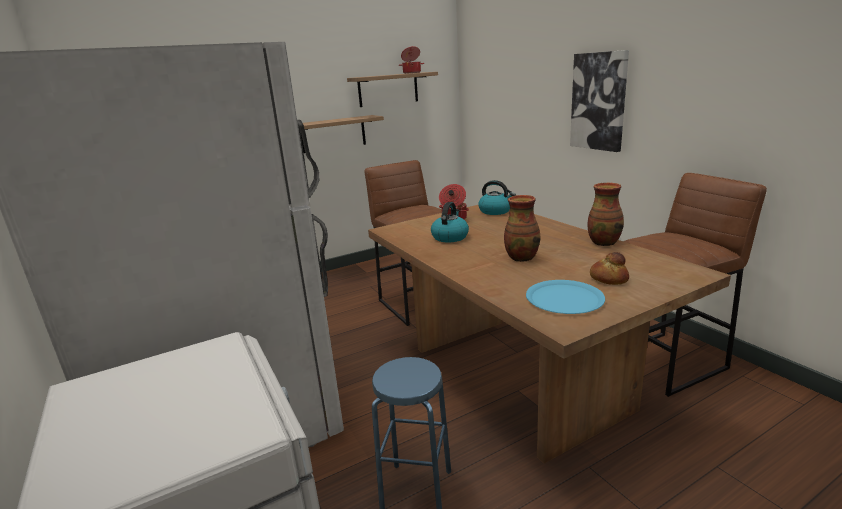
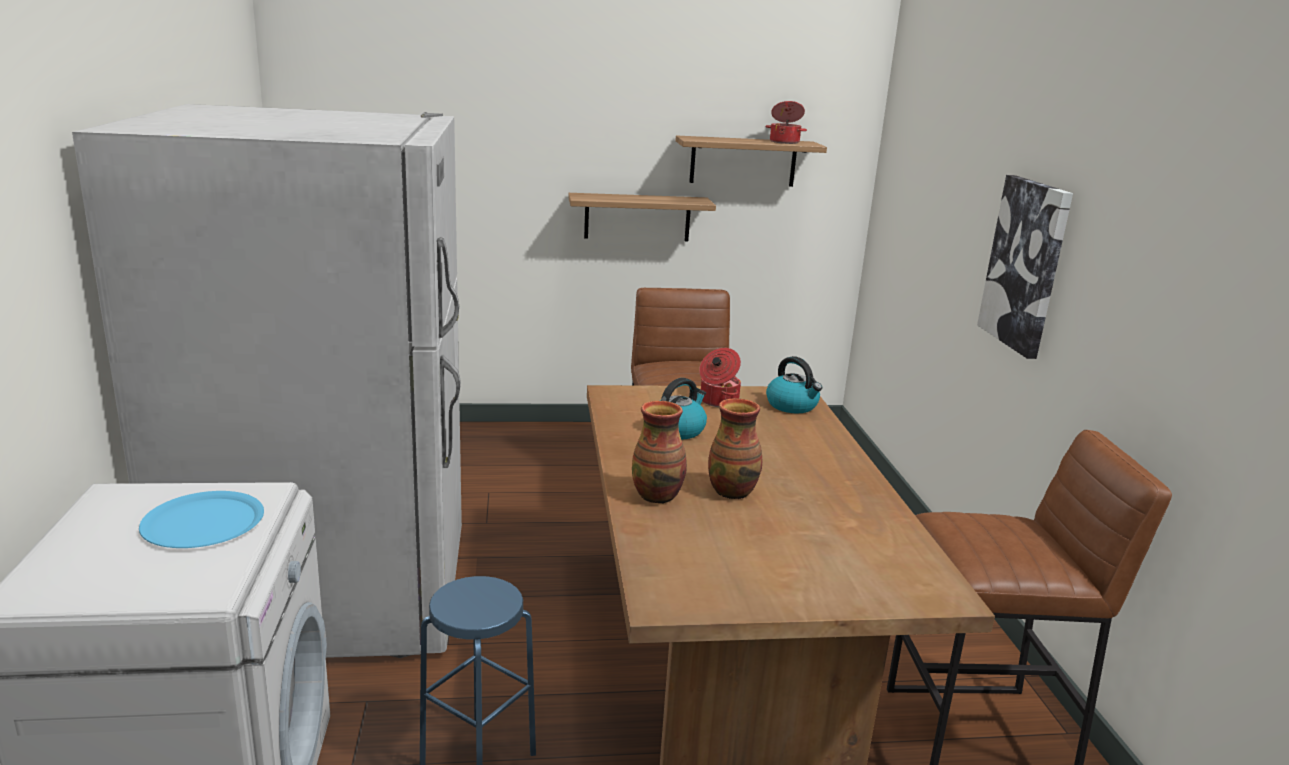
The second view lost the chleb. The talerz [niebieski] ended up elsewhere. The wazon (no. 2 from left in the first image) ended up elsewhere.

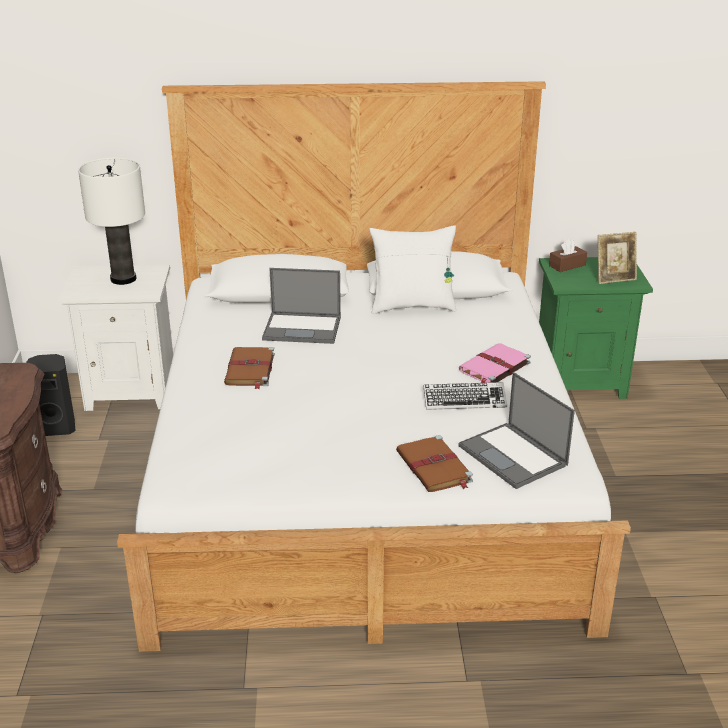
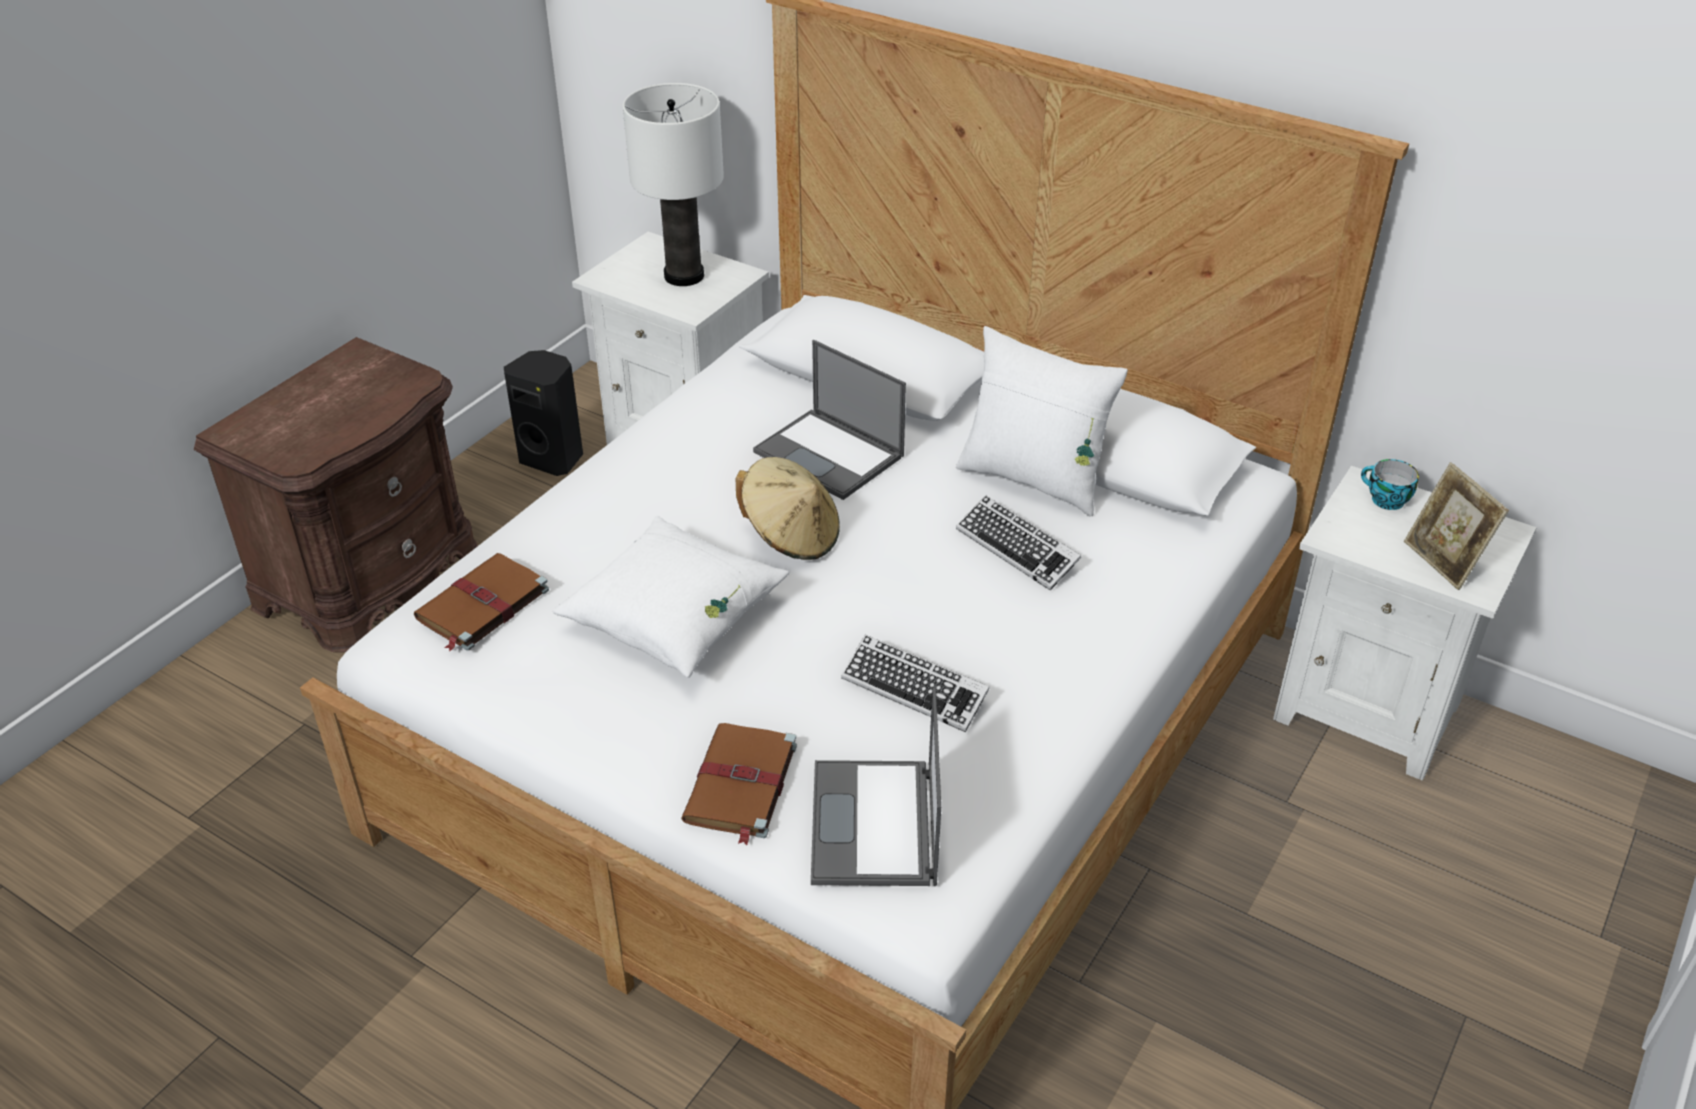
The second view lost the książka [różowy]. The second view gained the poduszka [biały] (no. 1 from left). The second view gained the kapelusz [beżowy]. The second view gained the klawiatura (no. 2 from left). The książka [brązowy] (no. 1 from left) ended up elsewhere. Where the pudełko chusteczek [brązowy] stood, the filiżanka came to stand. What was the szafka nocna [zielony] turned into the szafka nocna [biały] (no. 2 from left). The ramka na zdjęcie ended up facing another way, 45 degrees clockwise from before.

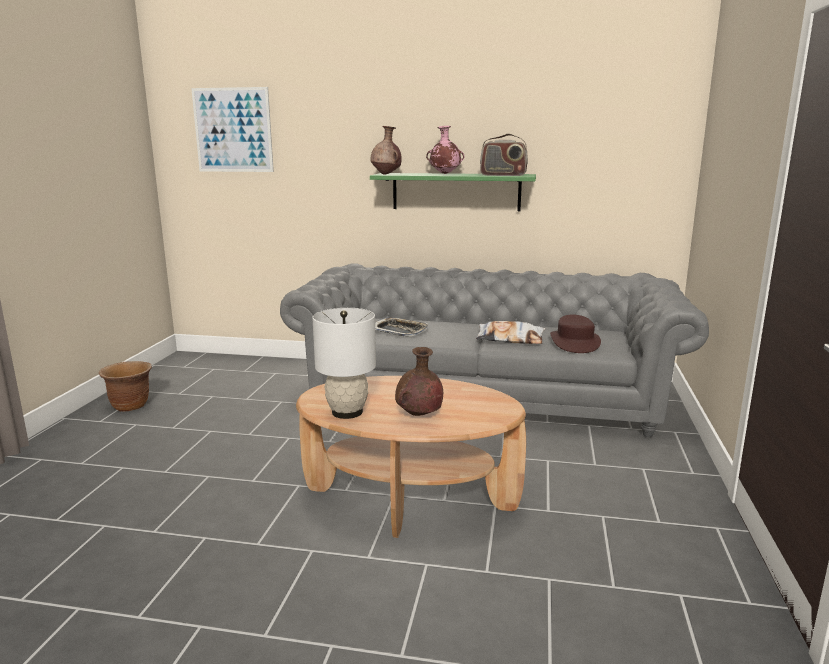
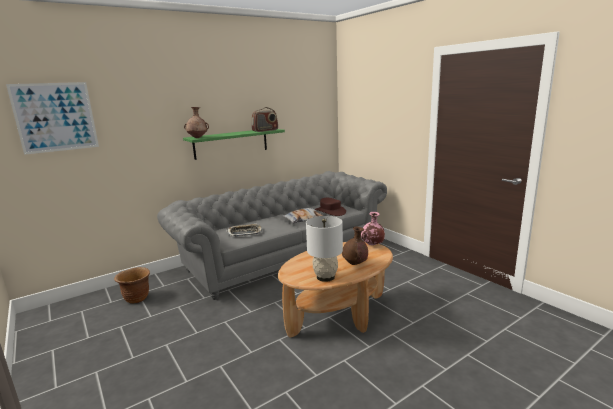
The donica [brązowy] ended up elsewhere. The wazon [różowy] ended up elsewhere.

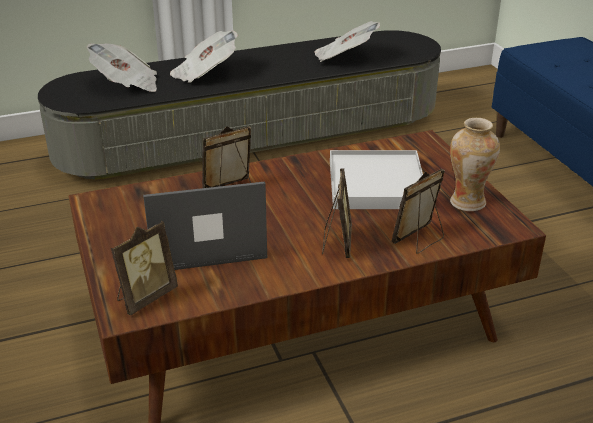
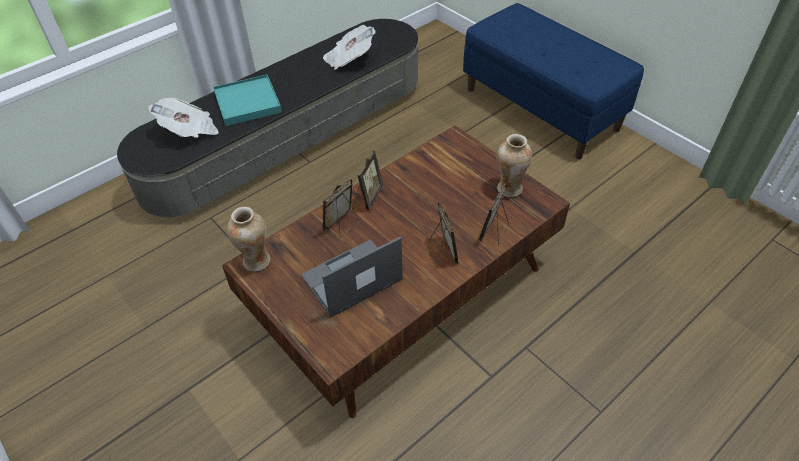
The second view lost the taca [biały]. The second view gained the wazon (no. 1 from left). The ramka na zdjęcie (no. 1 from left in the first image) ended up elsewhere. Where the gazeta (no. 2 from left) stood, the taca [turkusowy] came to stand.

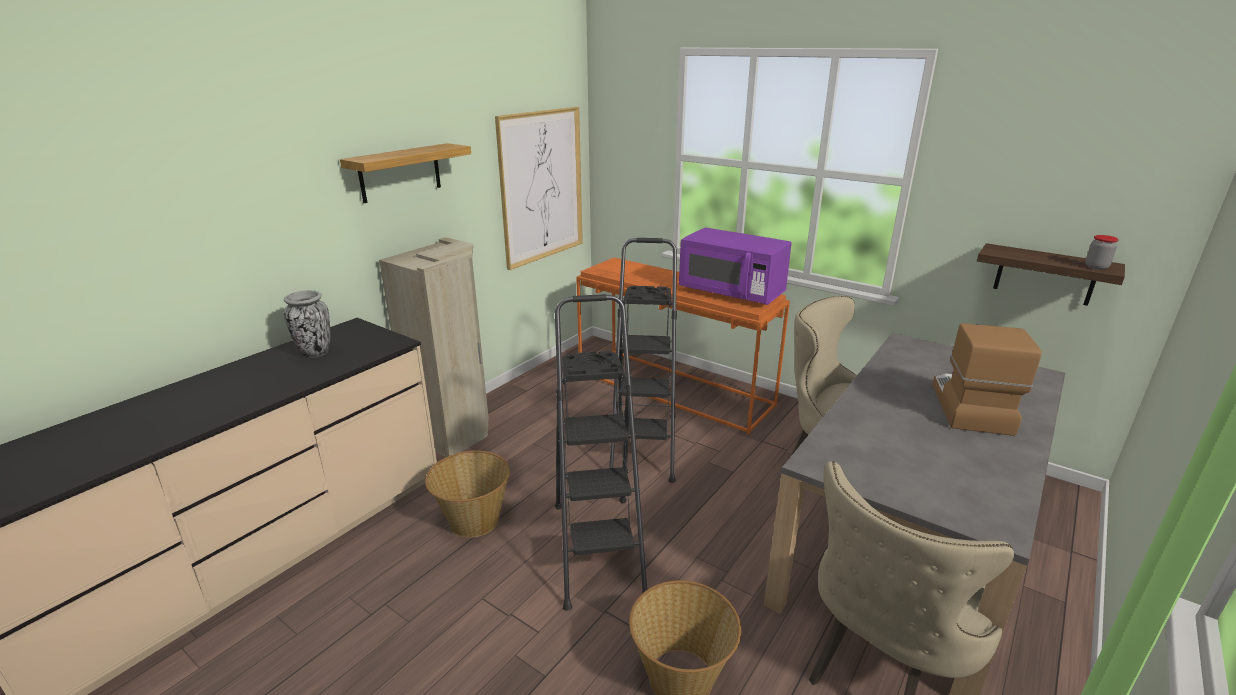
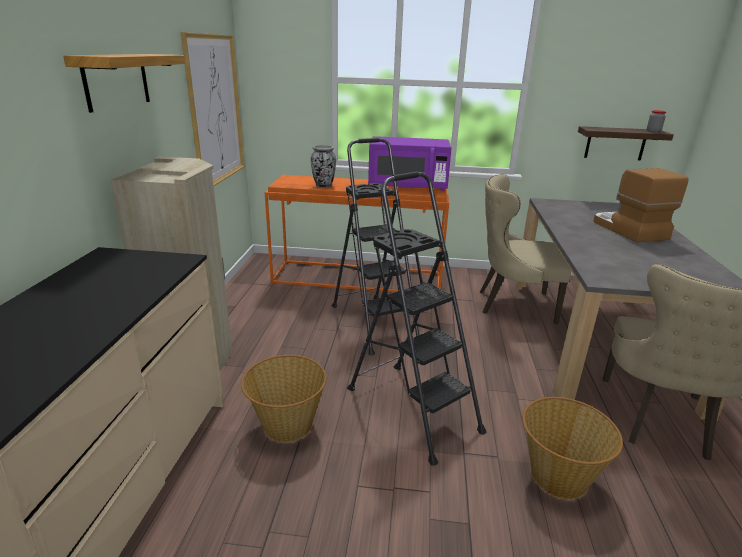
The wazon ended up elsewhere.

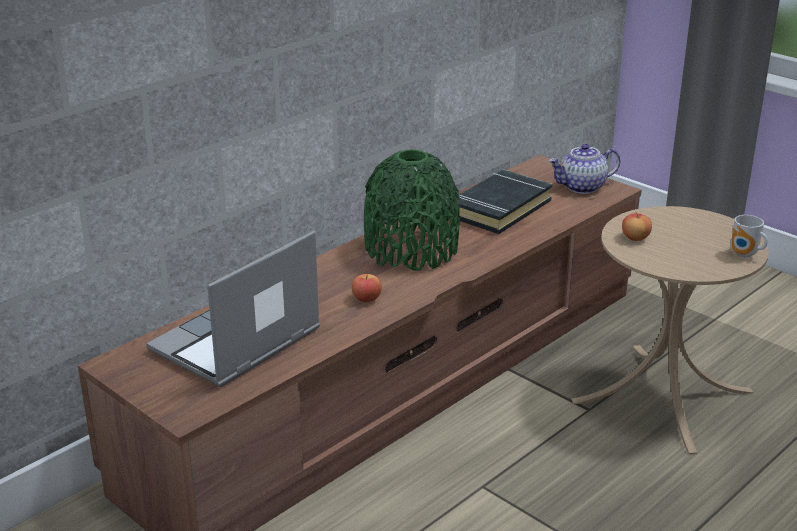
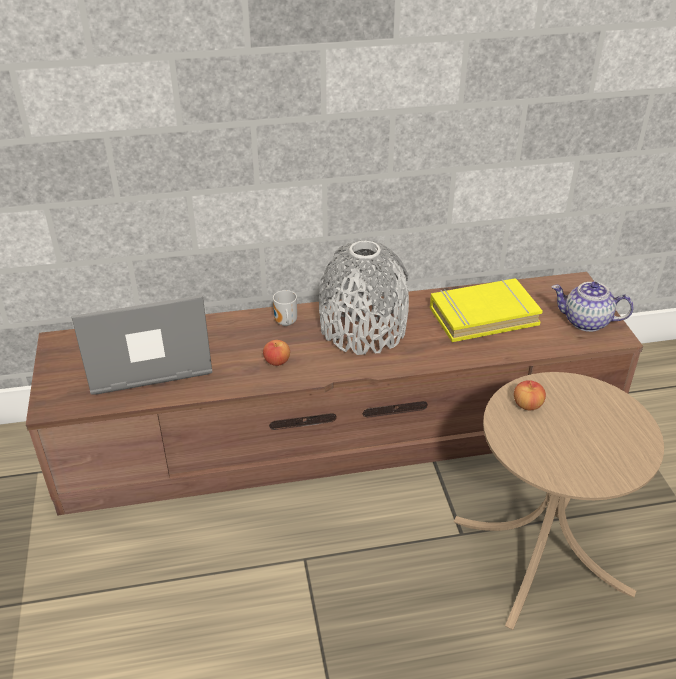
The kubek ended up elsewhere. What was the wazon [zielony] turned into the wazon [szary]. What was the książka [czarny] turned into the książka [żółty].

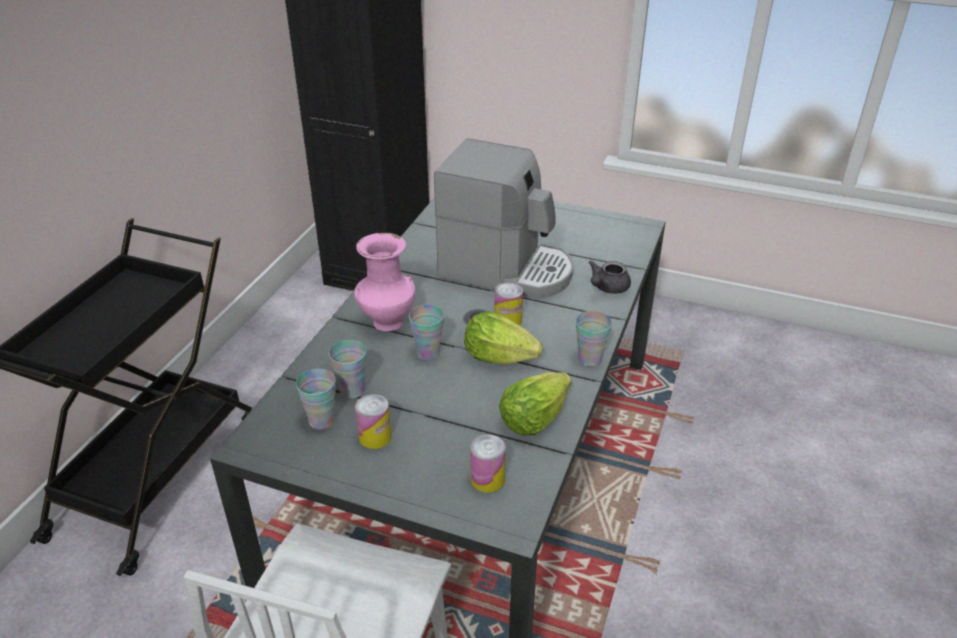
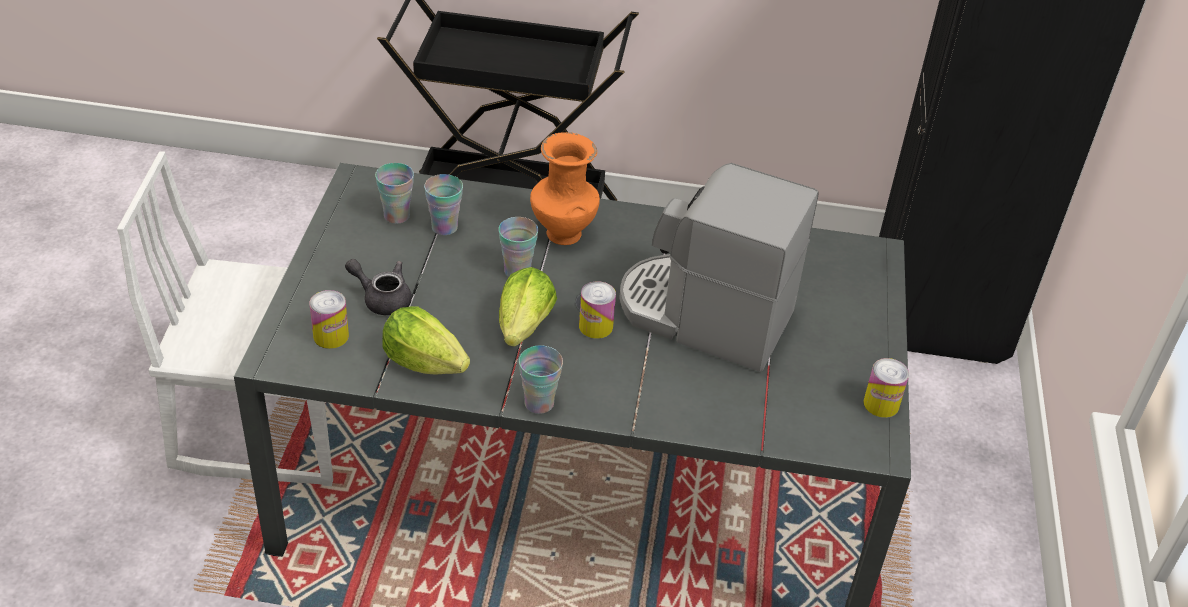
The puszka (no. 1 from left in the first image) ended up elsewhere. The imbryk [szary] ended up elsewhere. What was the wazon [różowy] turned into the wazon [pomarańczowy]. The ekspres do kawy ended up facing another way, 105 degrees clockwise from before.

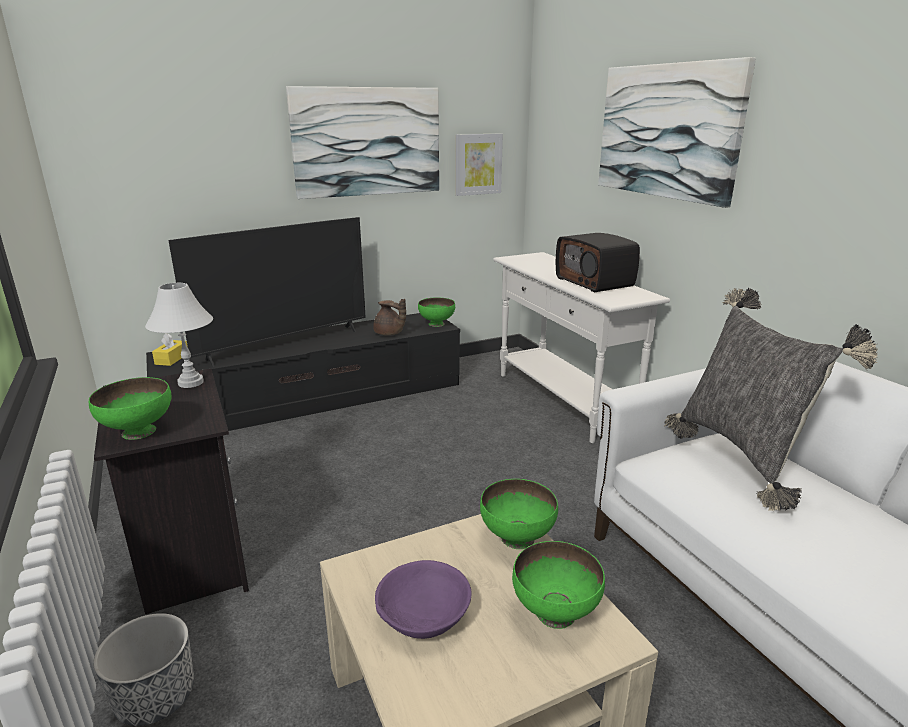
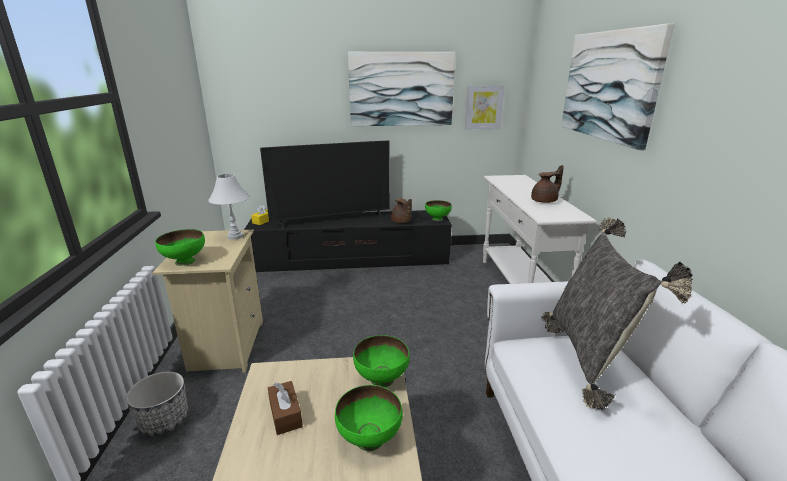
Where the miska [fioletowy] stood, the pudełko chusteczek [brązowy] came to stand. Where the radio stood, the imbryk [brązowy] (no. 2 from left) came to stand. What was the szafka nocna [czarny] turned into the szafka nocna [beżowy].

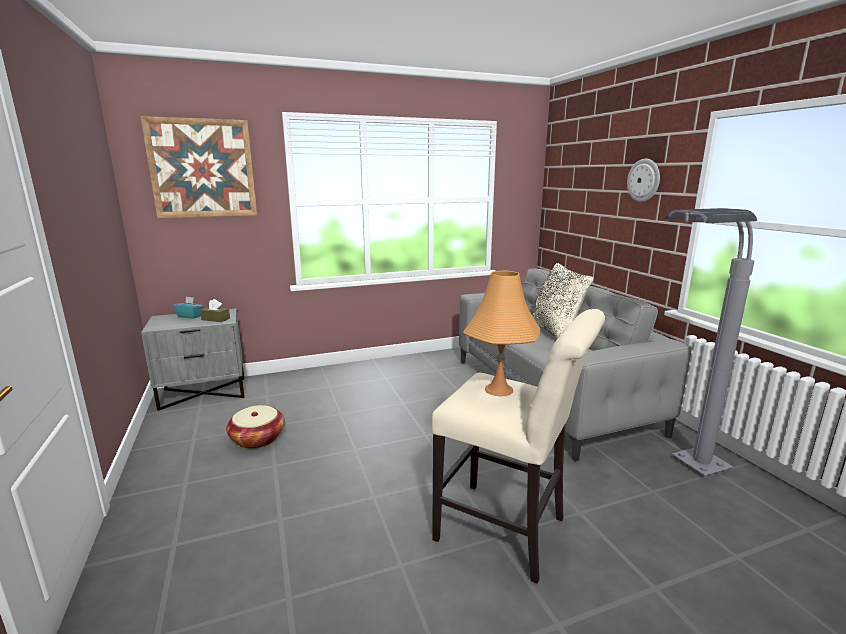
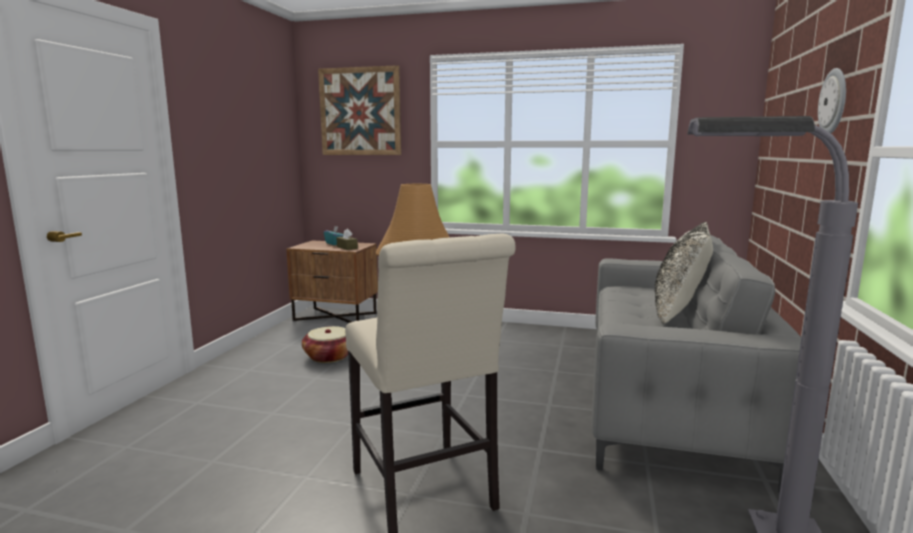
What was the szafka nocna [szary] turned into the szafka nocna [brązowy].

